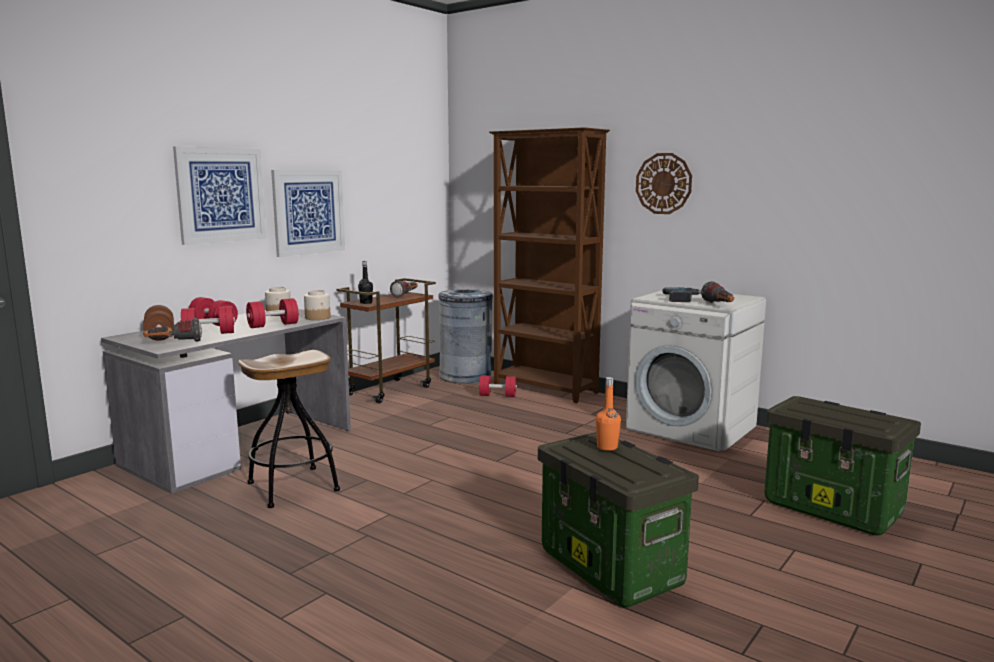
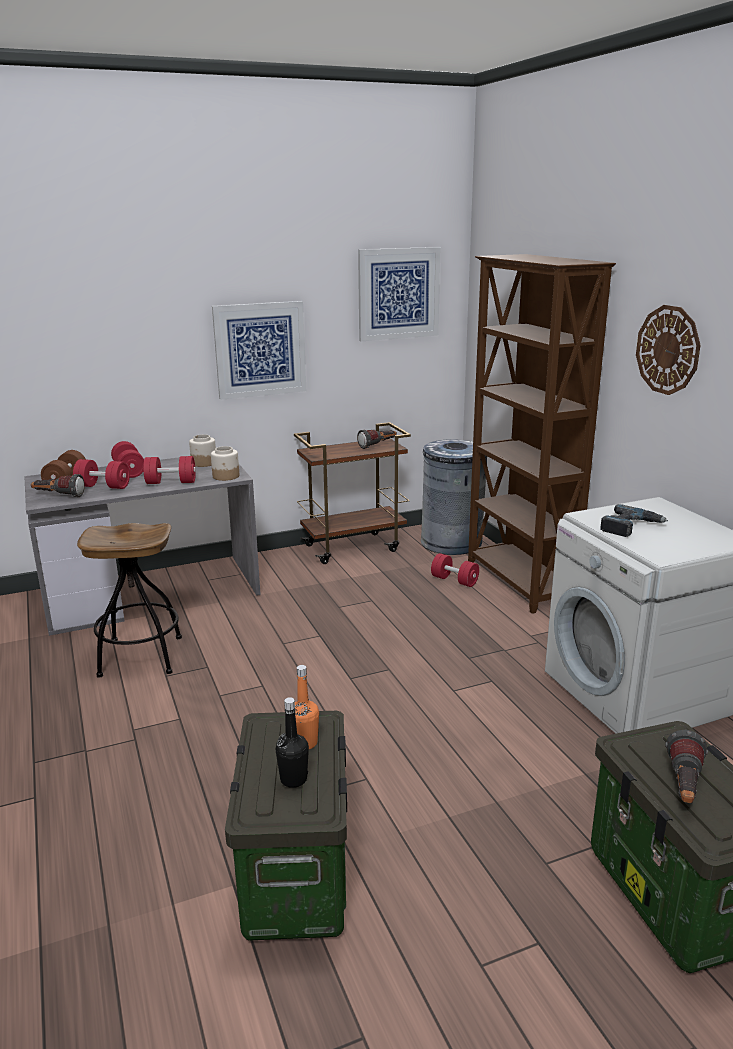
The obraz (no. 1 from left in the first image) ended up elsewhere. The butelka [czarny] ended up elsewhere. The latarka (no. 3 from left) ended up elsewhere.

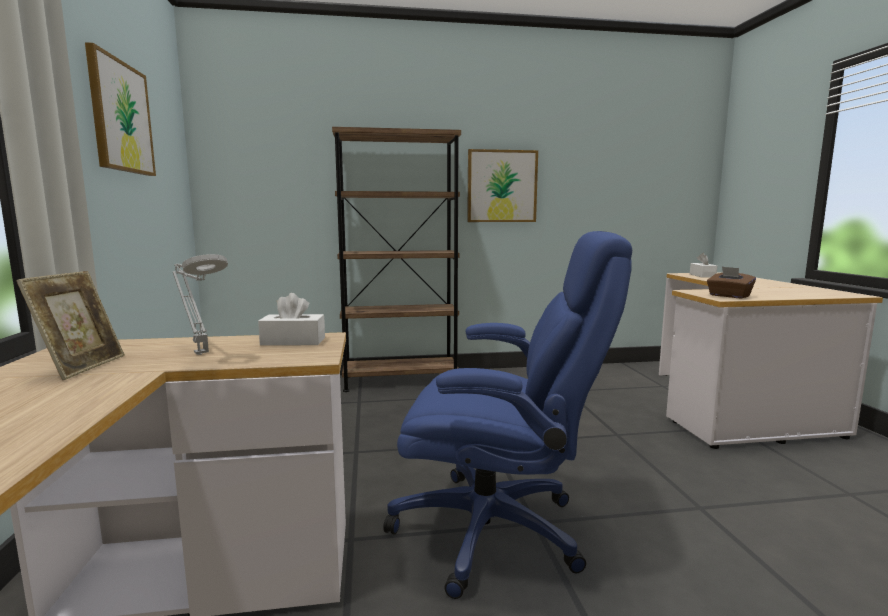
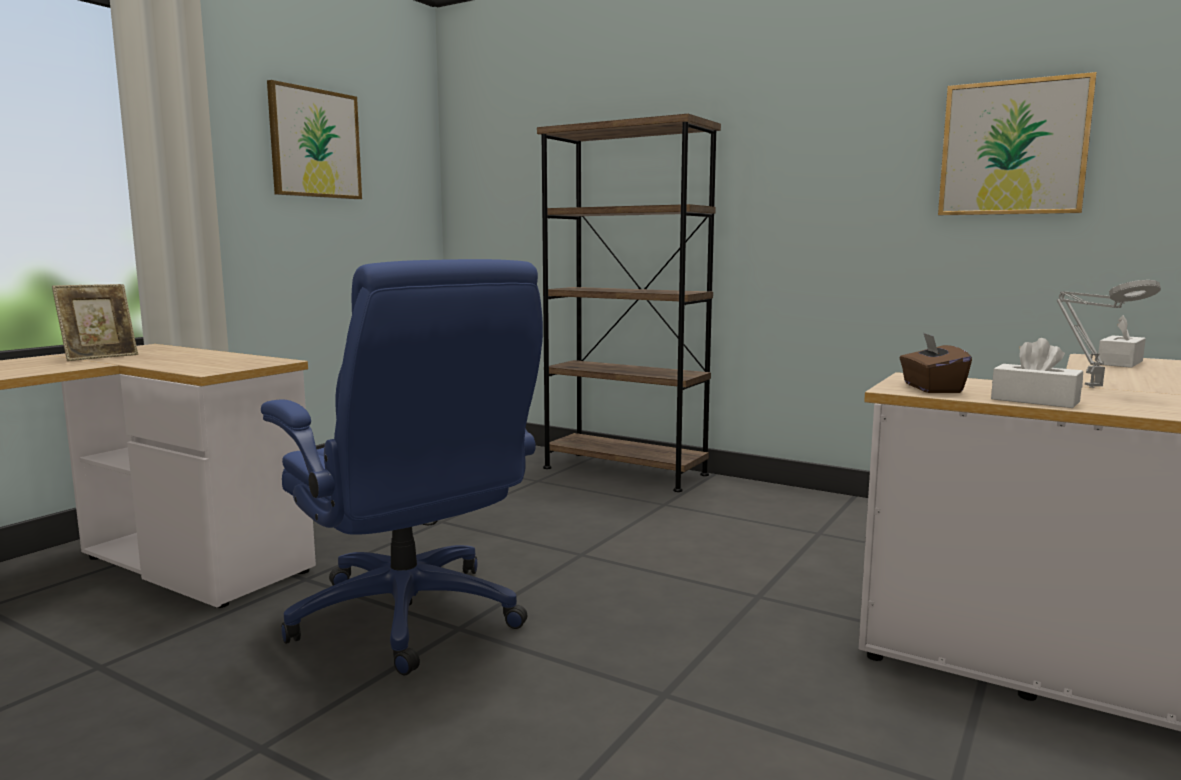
The lampa stołowa [szary] ended up elsewhere. The pudełko chusteczek [biały] (no. 1 from left) ended up elsewhere. The obraz (no. 2 from left) ended up elsewhere.

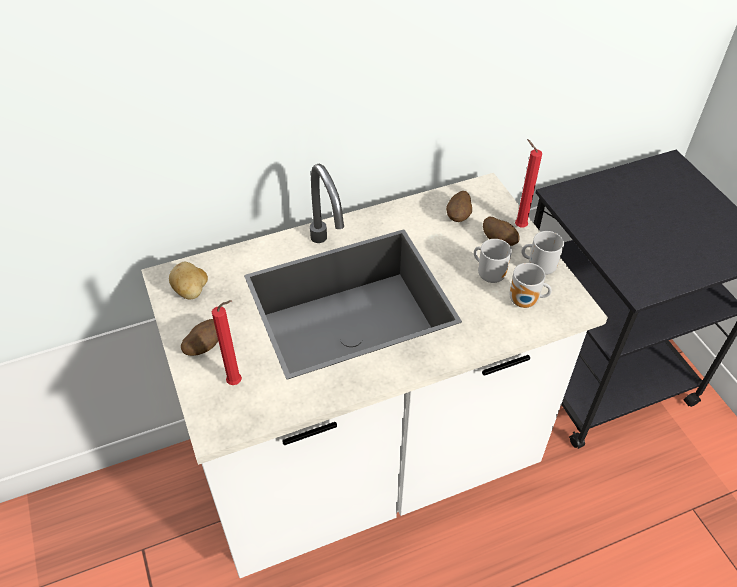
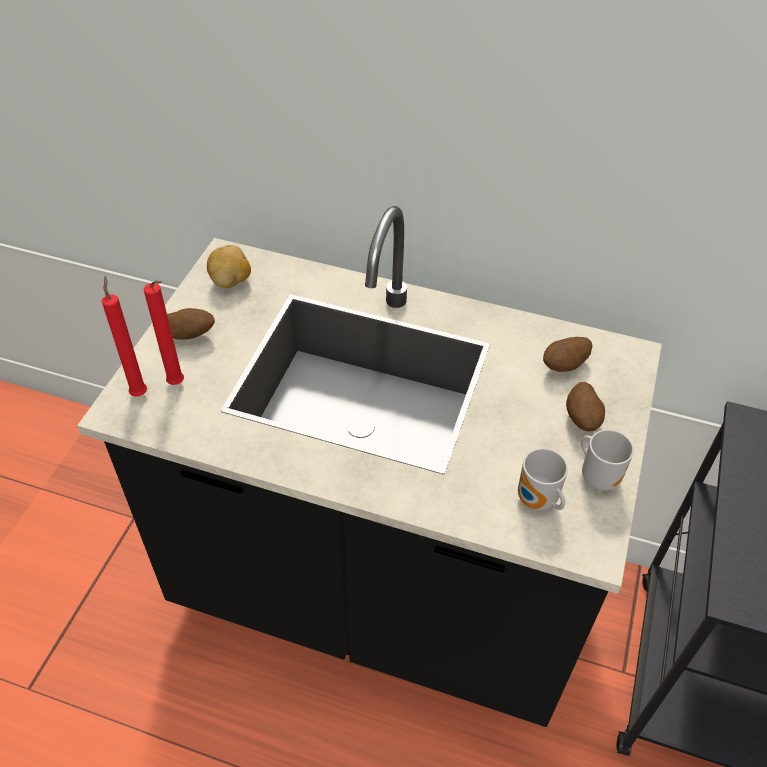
The second view lost the kubek (no. 1 from left). The świeca [czerwony] (no. 2 from left in the first image) ended up elsewhere. What was the zabudowa kuchenna [biały] turned into the zabudowa kuchenna [czarny].

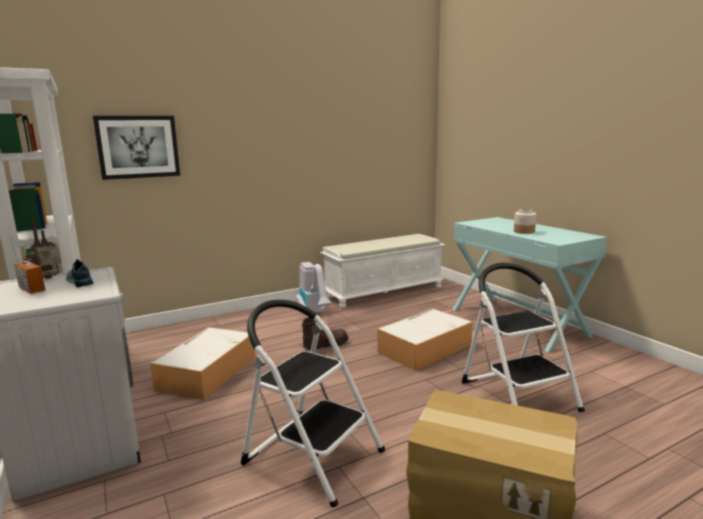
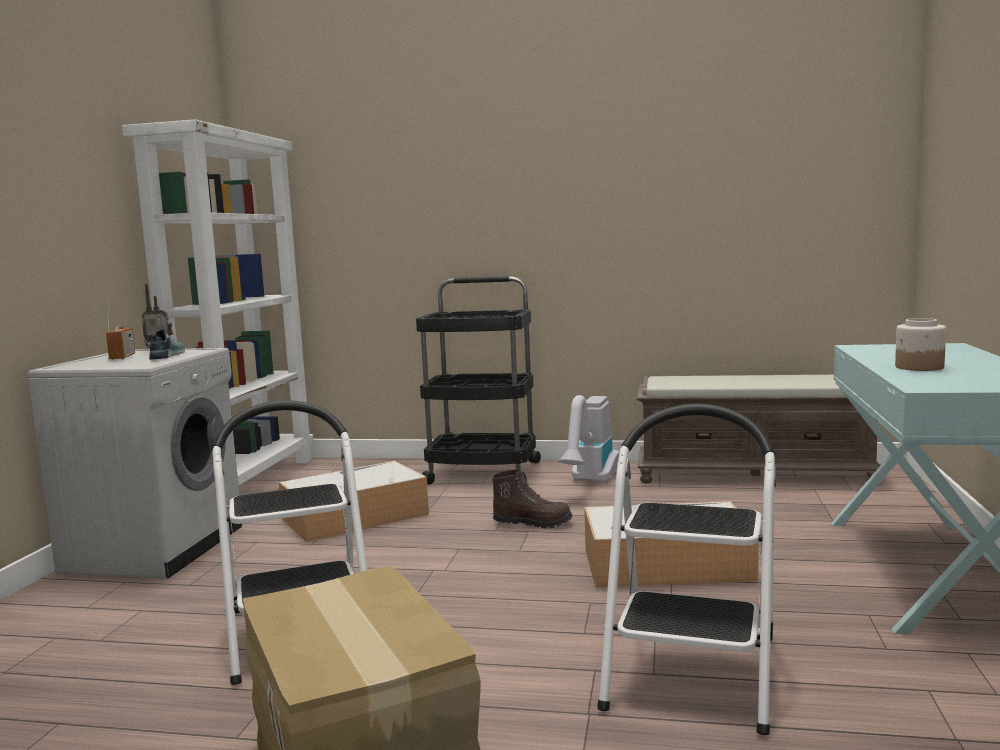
The second view lost the obraz. The second view gained the wózek [czarny]. What was the ławka [biały] turned into the ławka [brązowy].

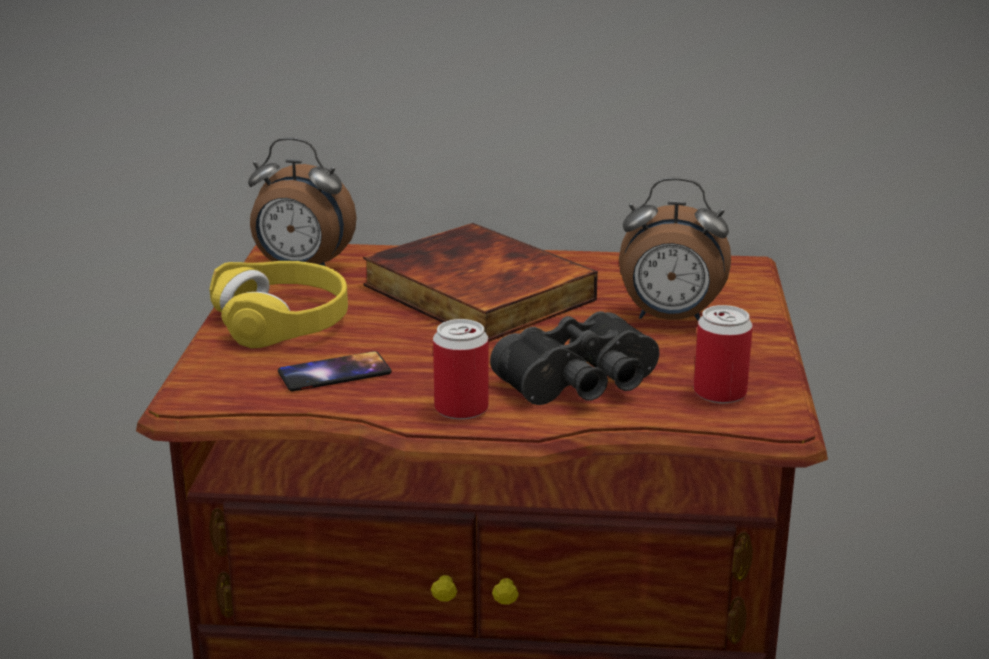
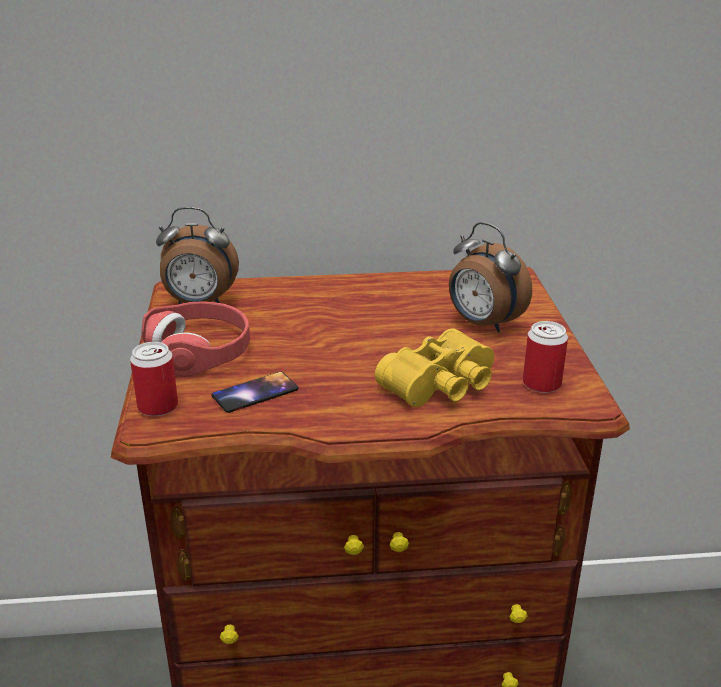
The second view lost the książka. The puszka (no. 1 from left) ended up elsewhere. What was the słuchawki [żółty] turned into the słuchawki [czerwony]. What was the lornetka [czarny] turned into the lornetka [żółty]. The budzik (no. 2 from left) ended up facing another way, 45 degrees clockwise from before.

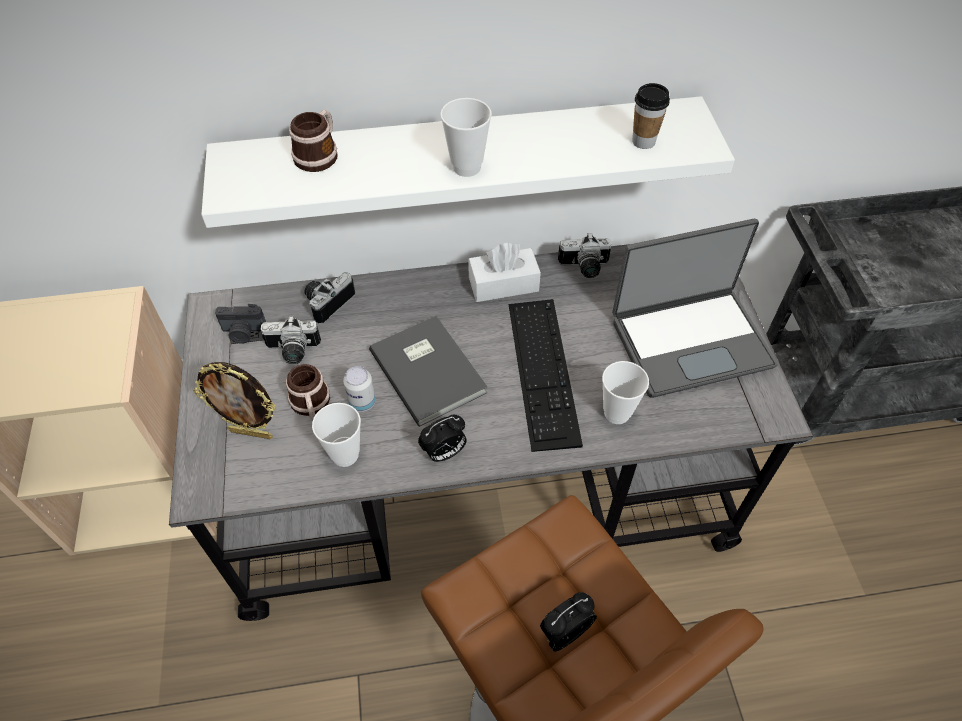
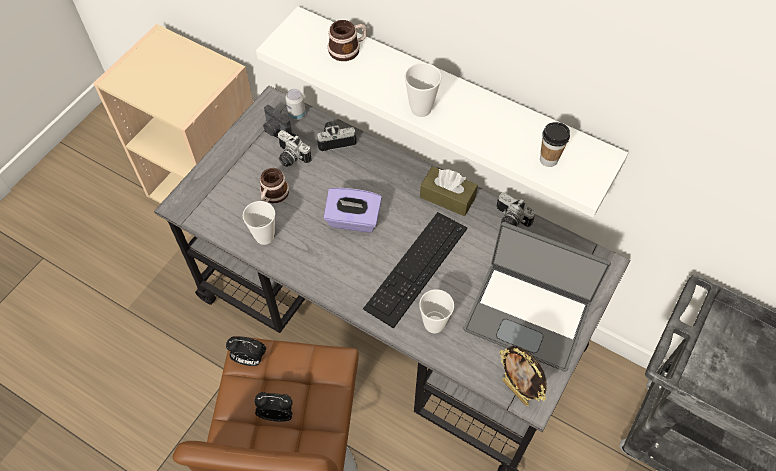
The ramka na zdjęcie ended up elsewhere. The puszka ended up elsewhere. The budzik (no. 1 from left) ended up elsewhere. Where the książka [szary] stood, the pudełko chusteczek [fioletowy] came to stand. What was the pudełko chusteczek [biały] turned into the pudełko chusteczek [brązowy].

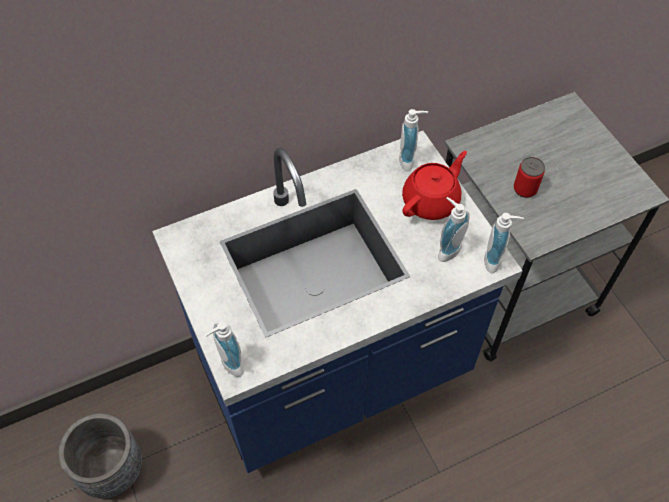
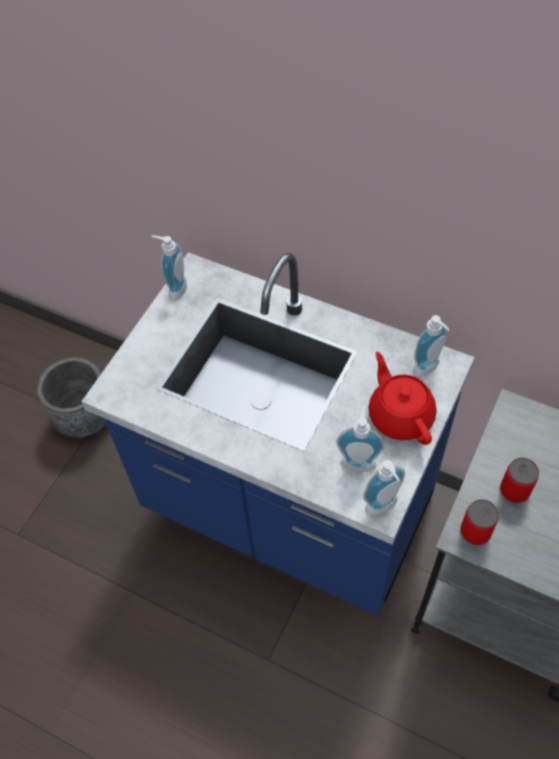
The second view gained the puszka (no. 1 from left). The dozownik mydła (no. 1 from left) ended up elsewhere. The imbryk [czerwony] ended up facing another way, 120 degrees counterclockwise from before.

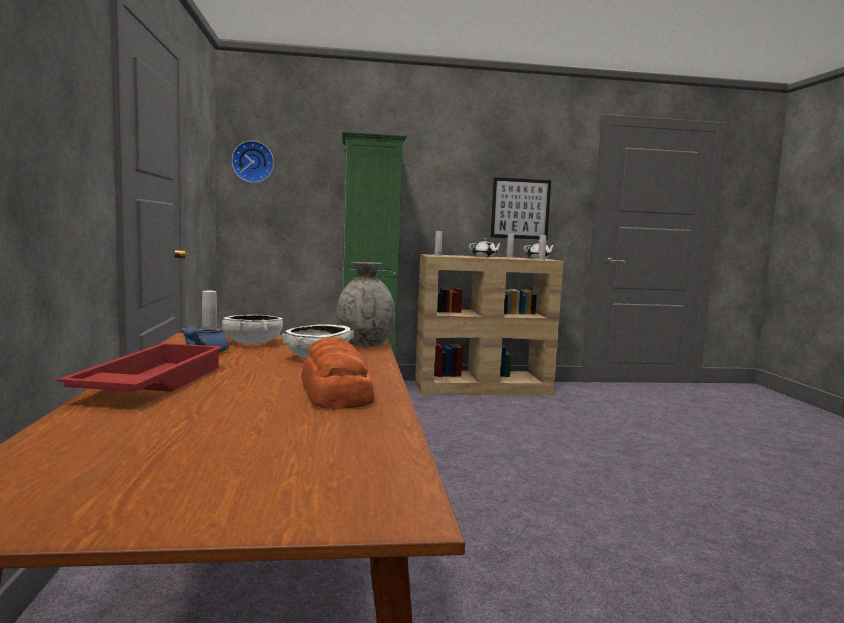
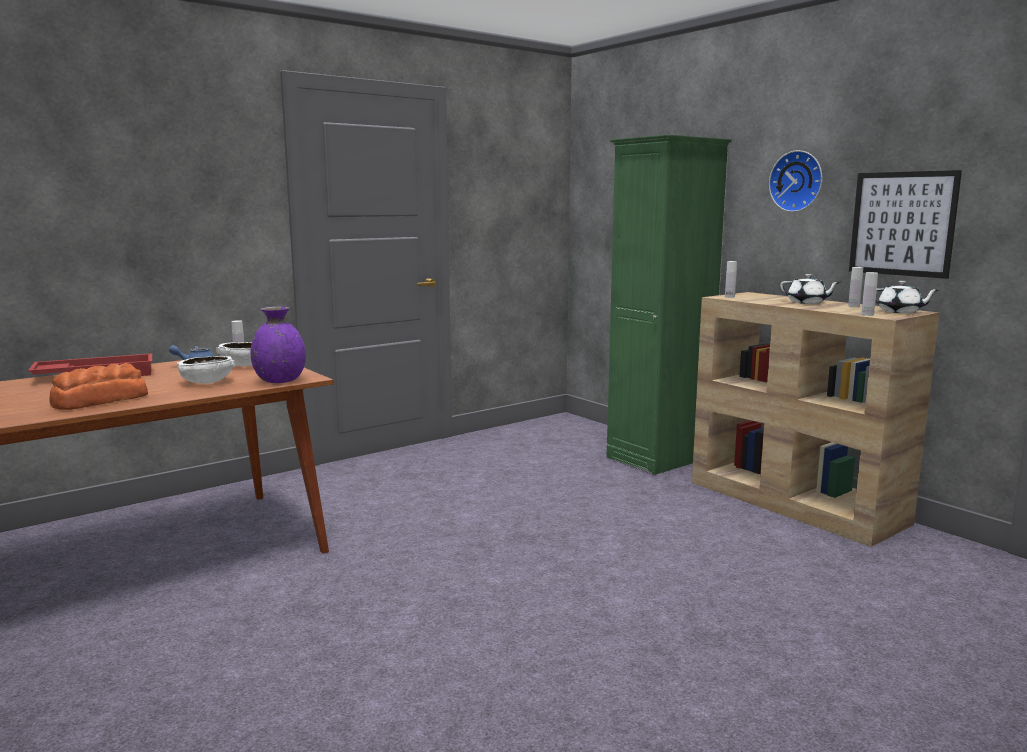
The zegar ścienny ended up elsewhere. What was the wazon [szary] turned into the wazon [fioletowy].

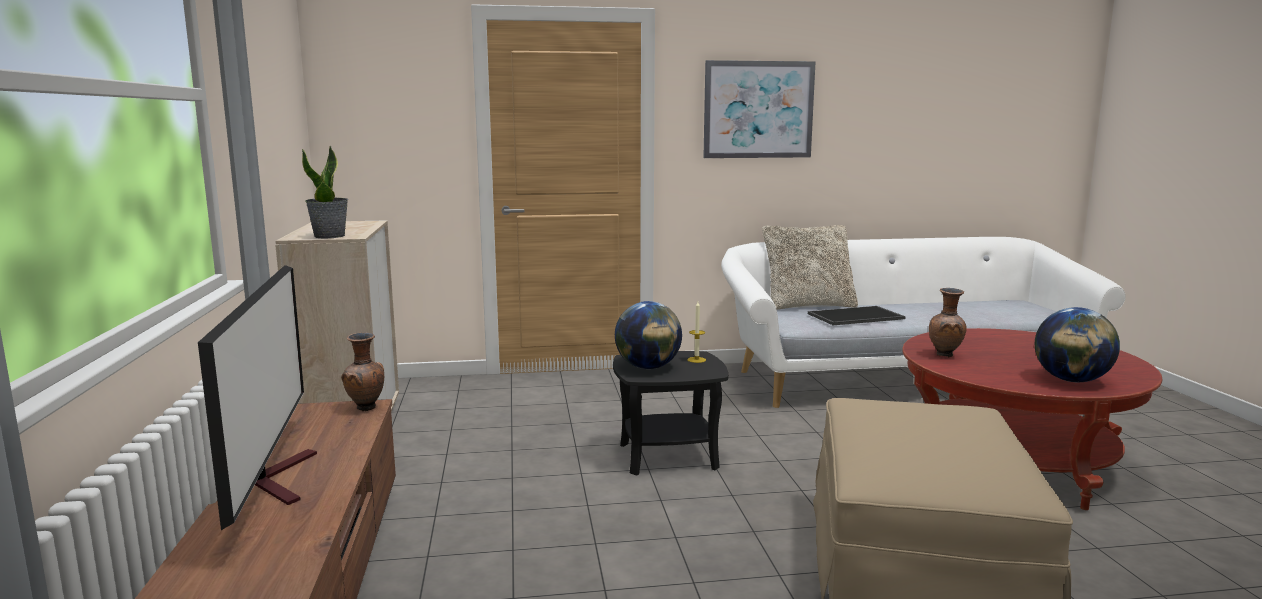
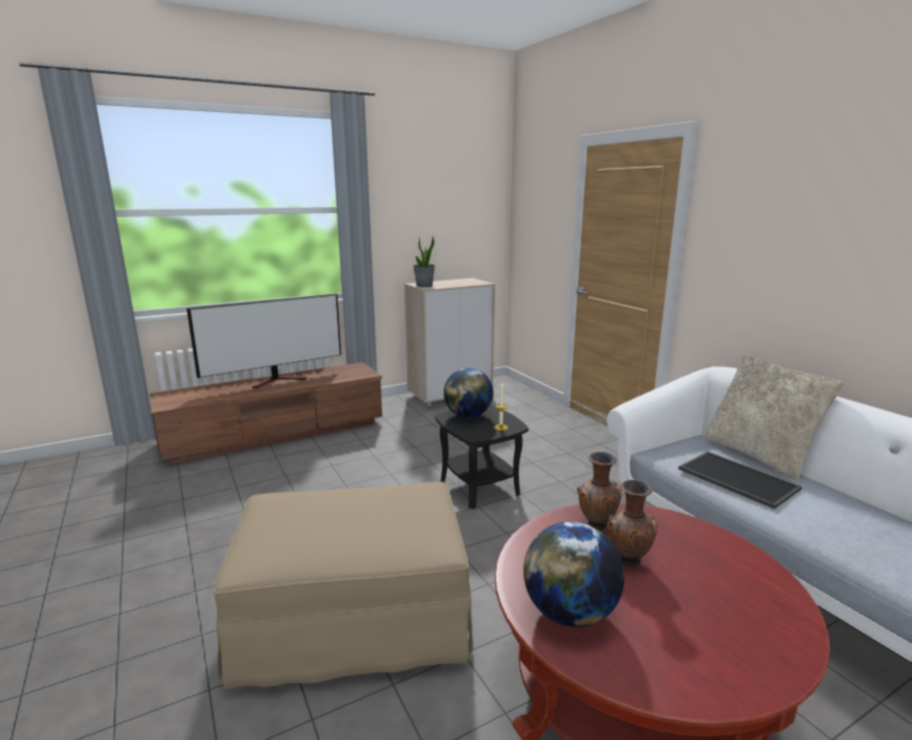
The second view lost the obraz. The wazon [brązowy] (no. 1 from left in the first image) ended up elsewhere.

